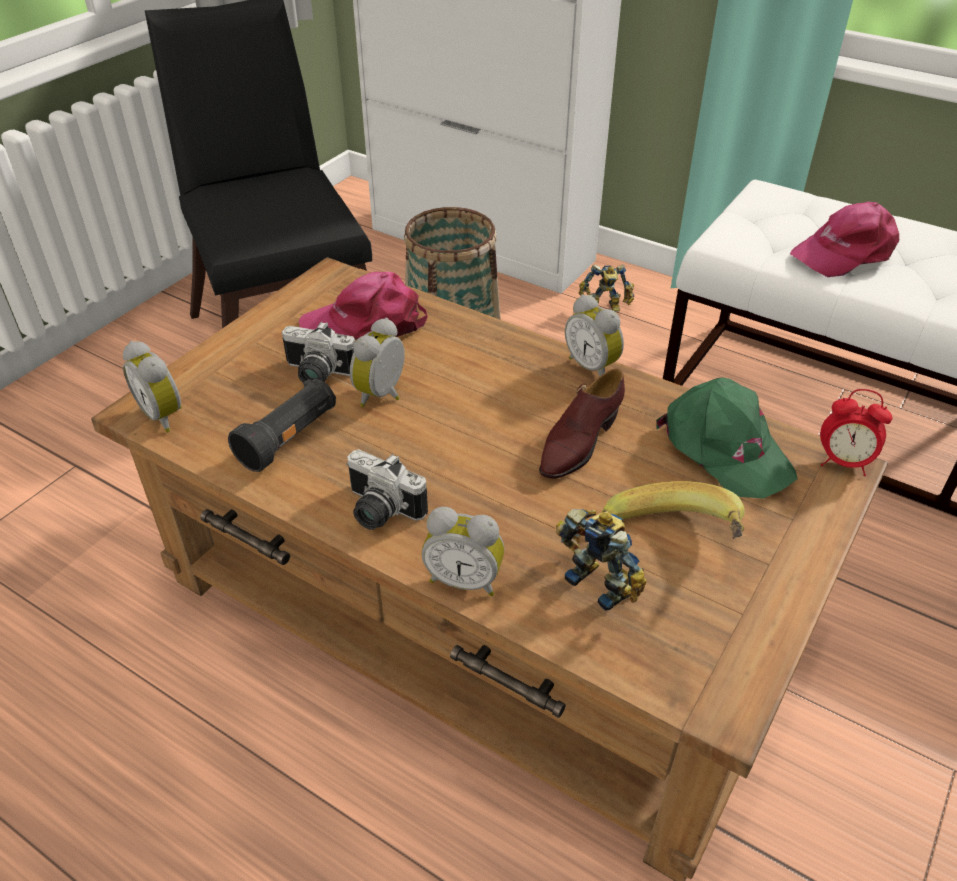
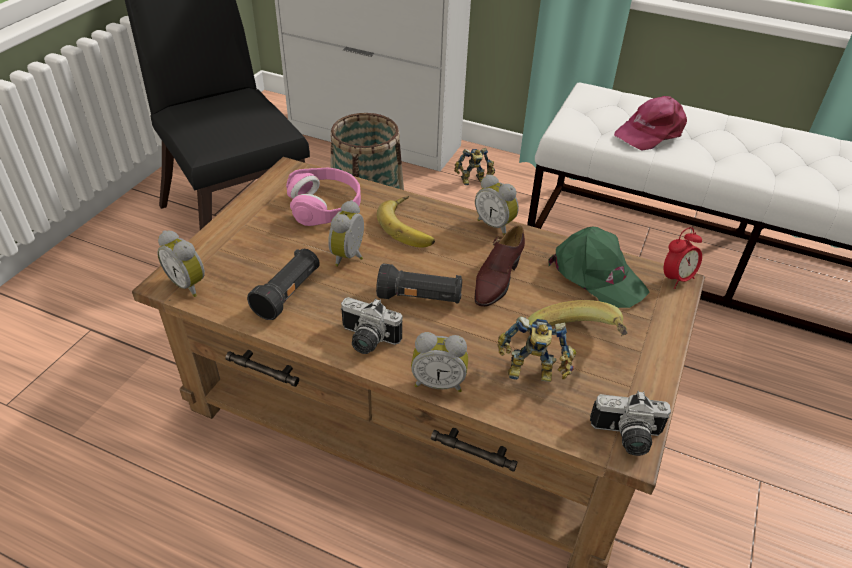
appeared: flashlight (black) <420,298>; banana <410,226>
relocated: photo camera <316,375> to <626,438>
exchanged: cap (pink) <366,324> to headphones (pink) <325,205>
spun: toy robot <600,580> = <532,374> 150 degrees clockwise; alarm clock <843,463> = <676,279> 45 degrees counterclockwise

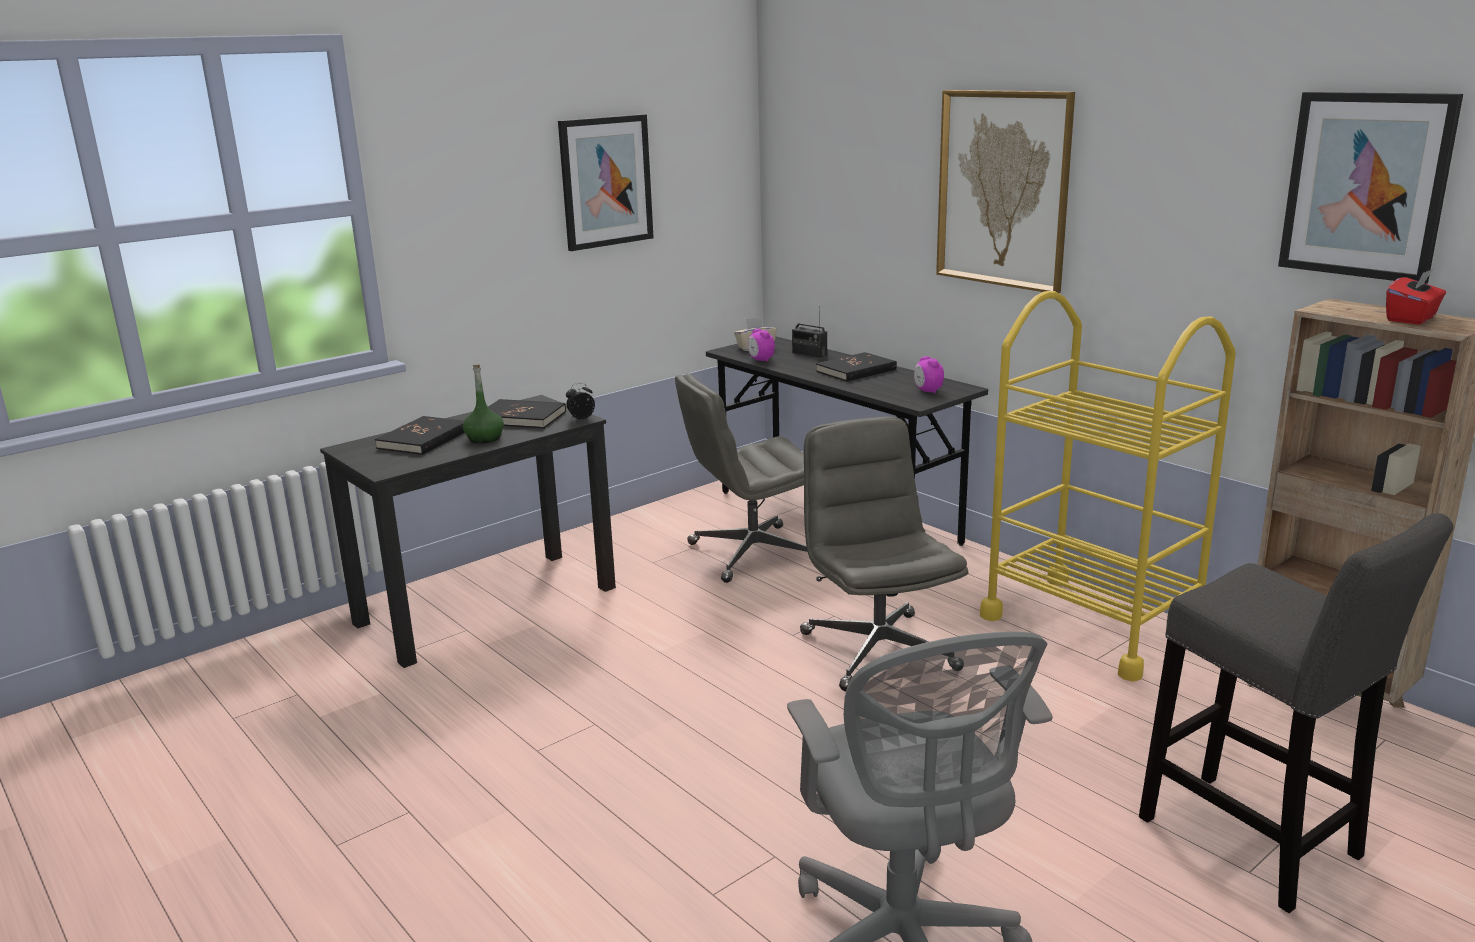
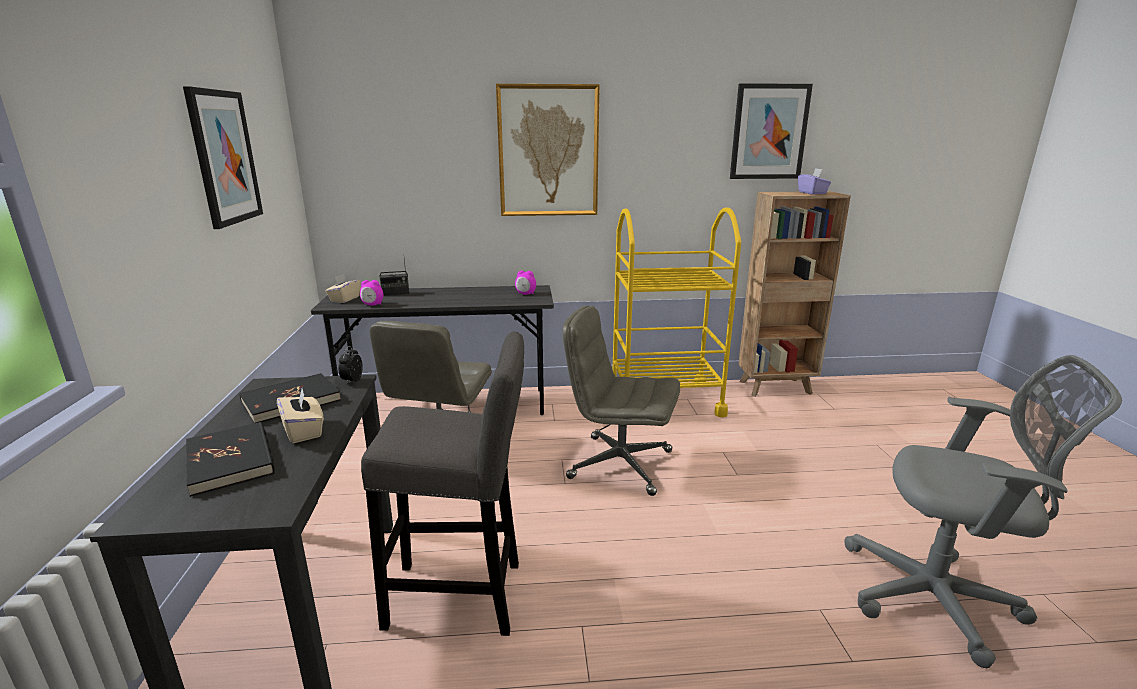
missing: book (black) <856,370>
relocated: stool (grey) <1257,844> to <462,597>
exchanged: bottle (green) <484,438> to tissue box (beige) <304,431>
colour: tissue box (red) <1412,318> to tissue box (purple) <812,193>

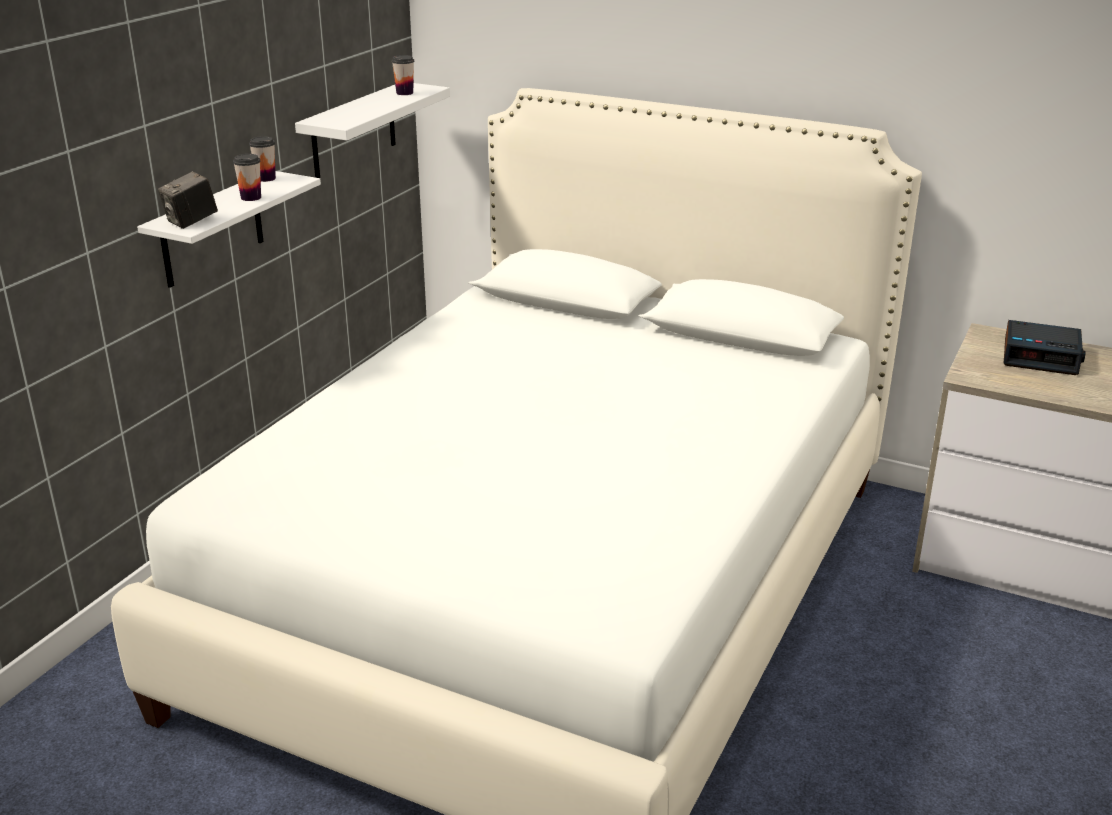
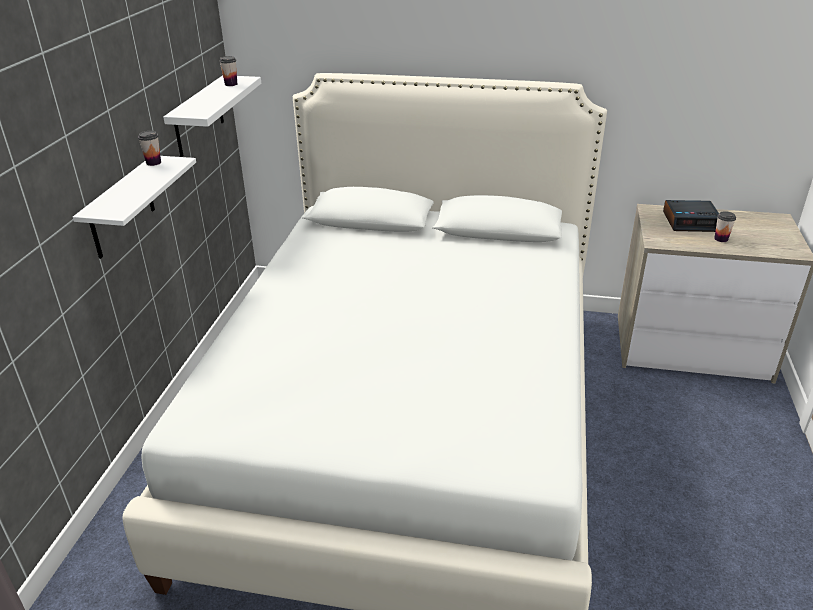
missing: photo camera <191,222>
relocated: cup <251,197> to <721,239>

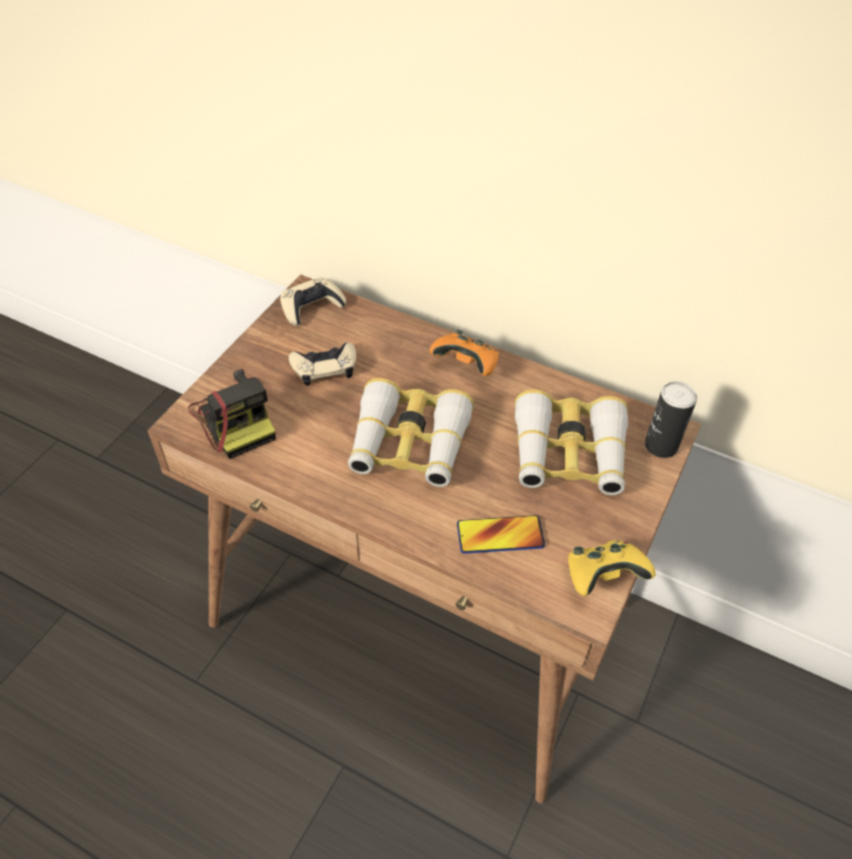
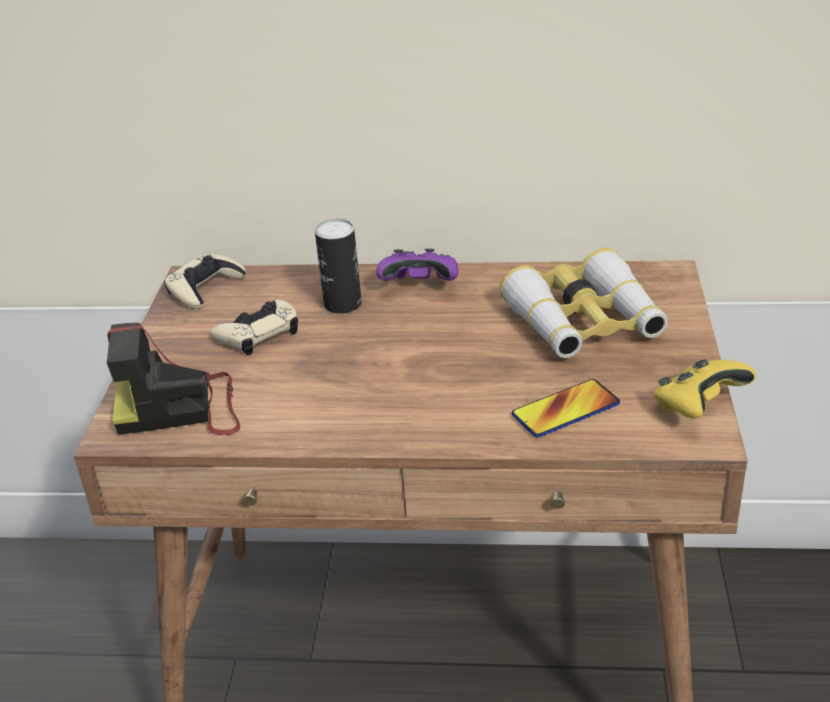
missing: binoculars <409,445>
relocated: can <661,445> to <342,304>
colour: game controller (orange) <467,365> to game controller (purple) <420,285>
spun: photo camera <235,418> = <182,409> 135 degrees clockwise

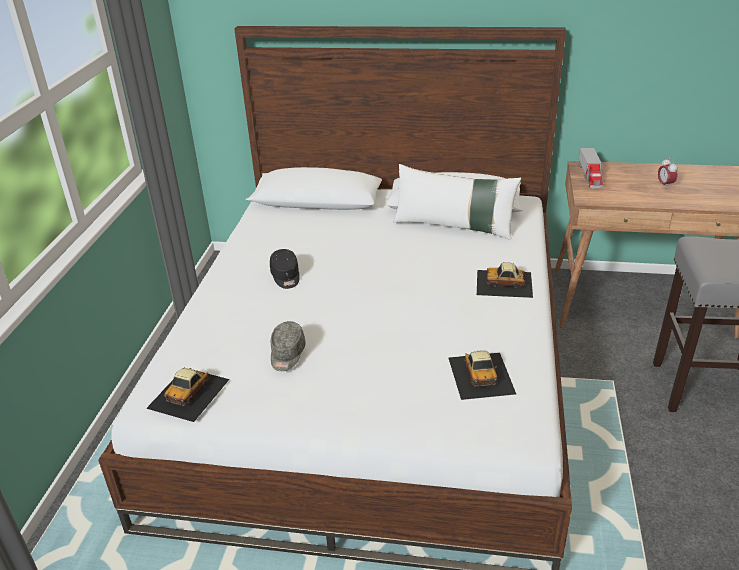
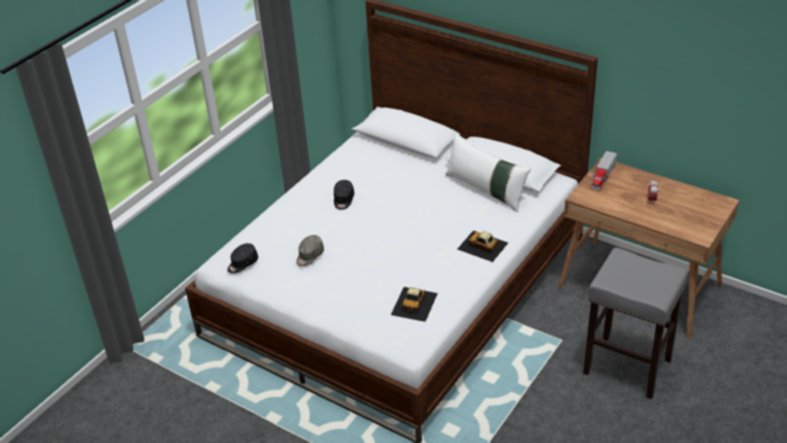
exchanged: toy car <189,393> to cap (black) <242,264>

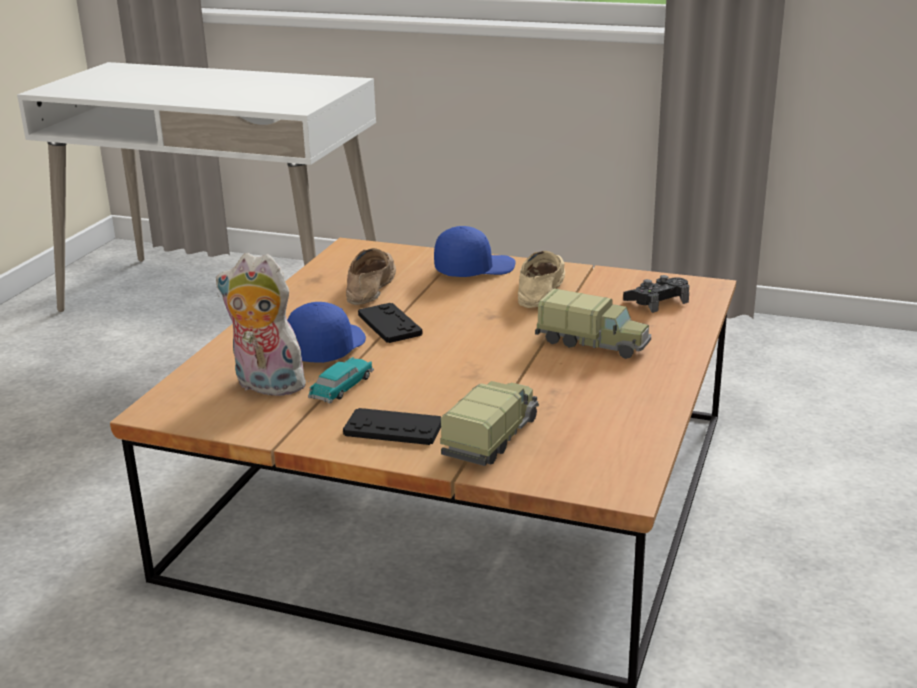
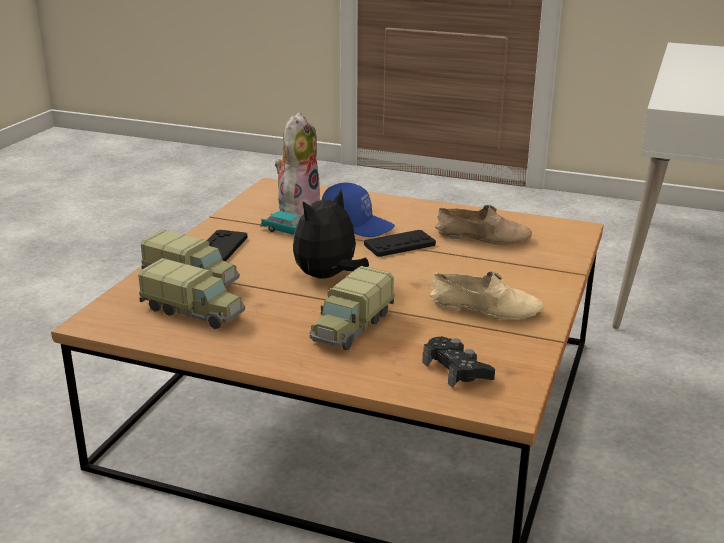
missing: cap (blue) <474,269>
appeared: toy truck <194,312>; plush toy <327,277>

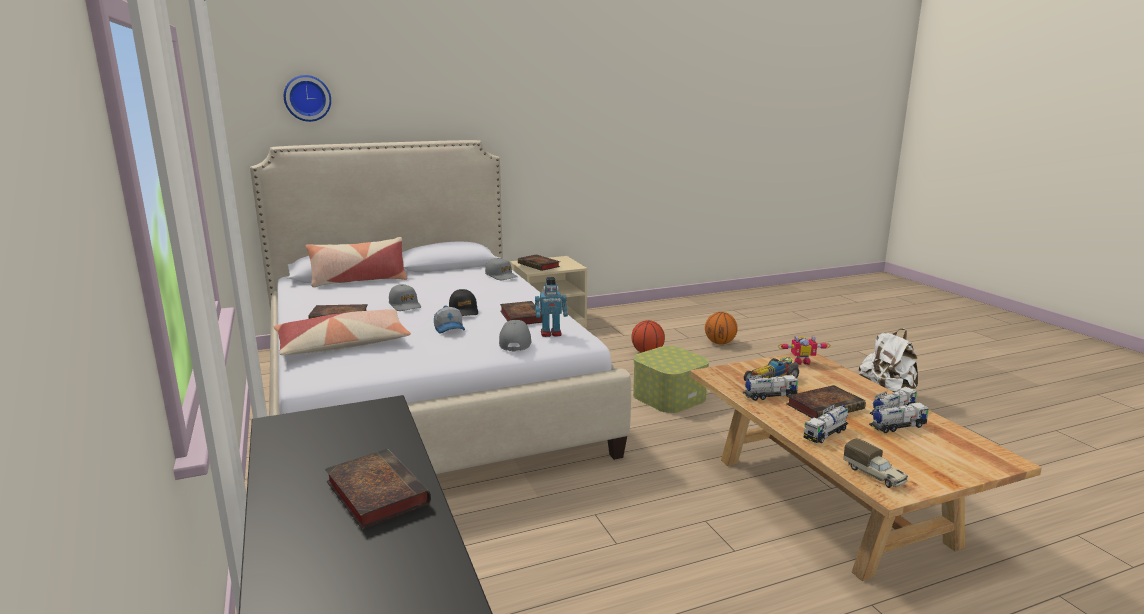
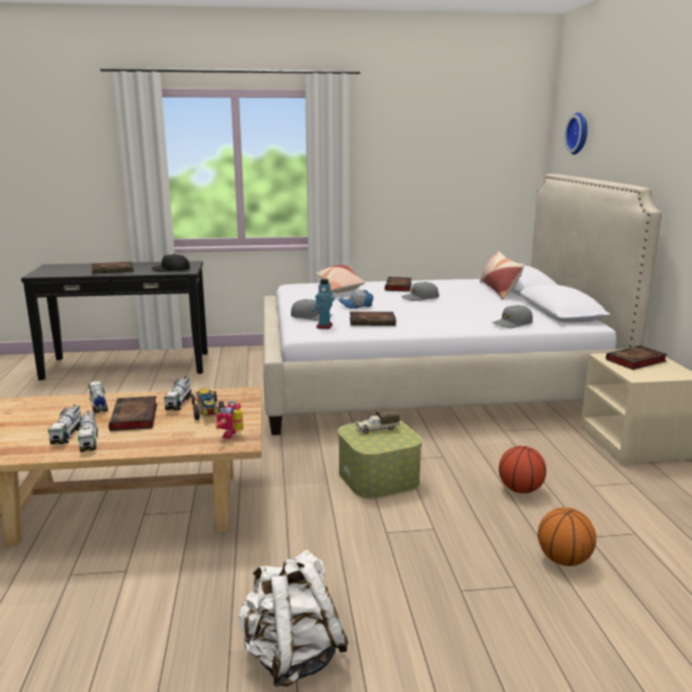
relocated: cap (black) <463,311> to <171,270>; toy truck <874,475> to <376,429>

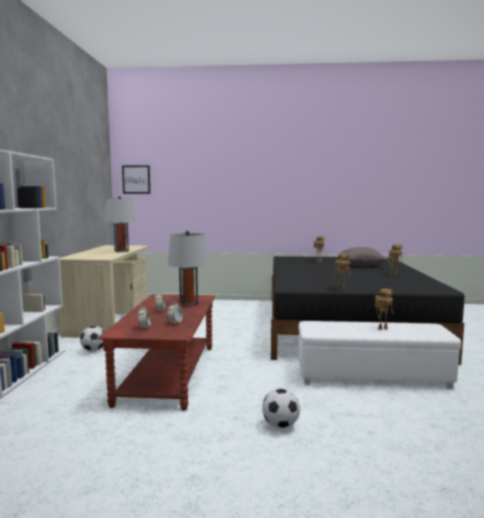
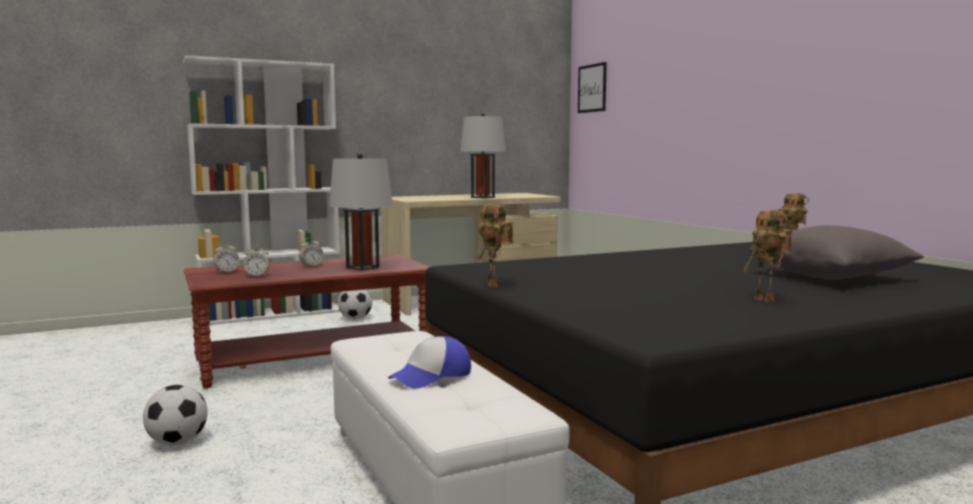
exchanged: toy robot <382,328> to cap <431,376>

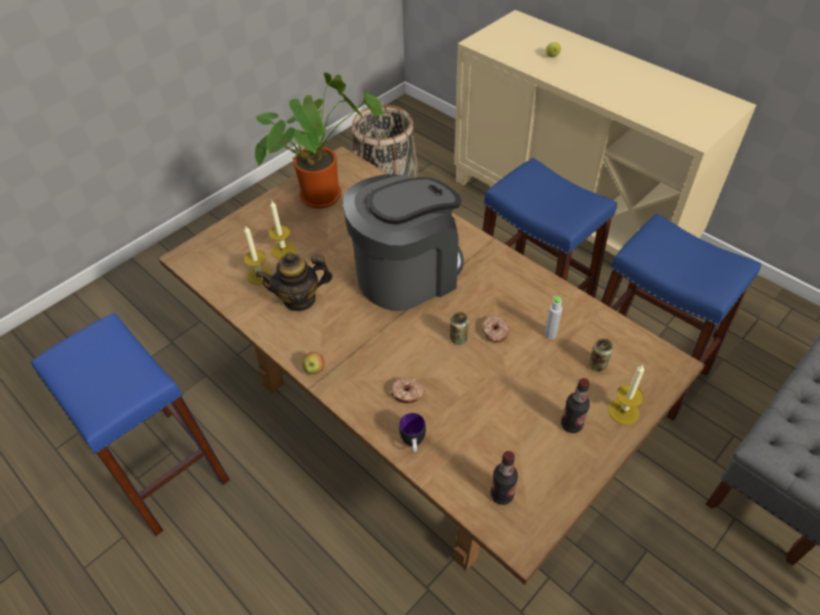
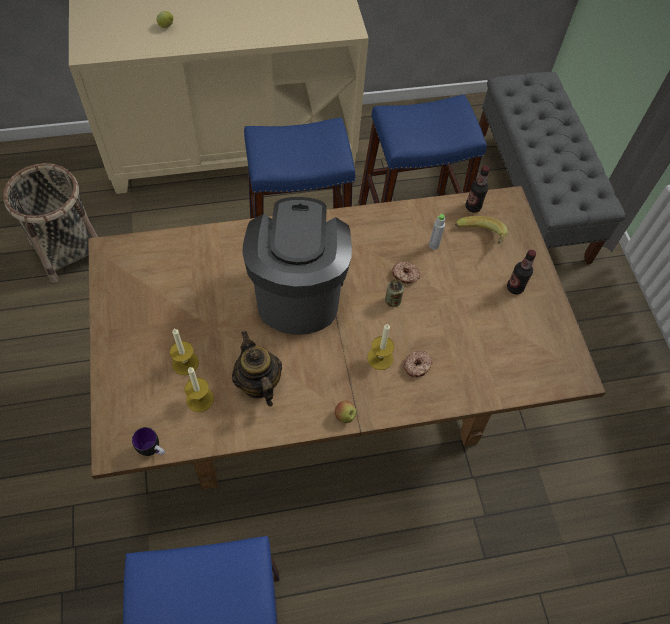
missing: potted plant <323,193>
relocated: mug <413,444> to <153,450>; bottle <502,494> to <473,207>; candle <623,411> to <380,358>
exchanged: can <597,365> to banana <480,239>
spun: teapot <300,299> = <258,383> 135 degrees clockwise

